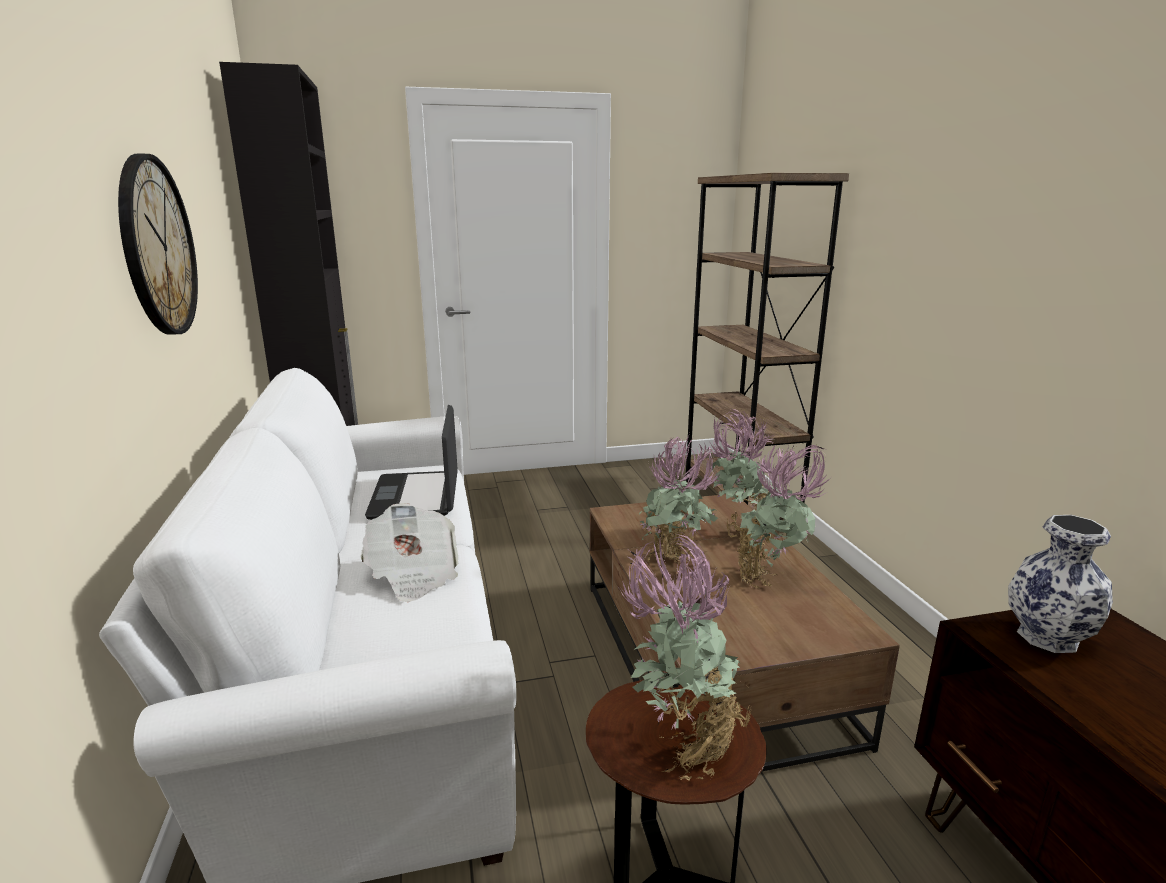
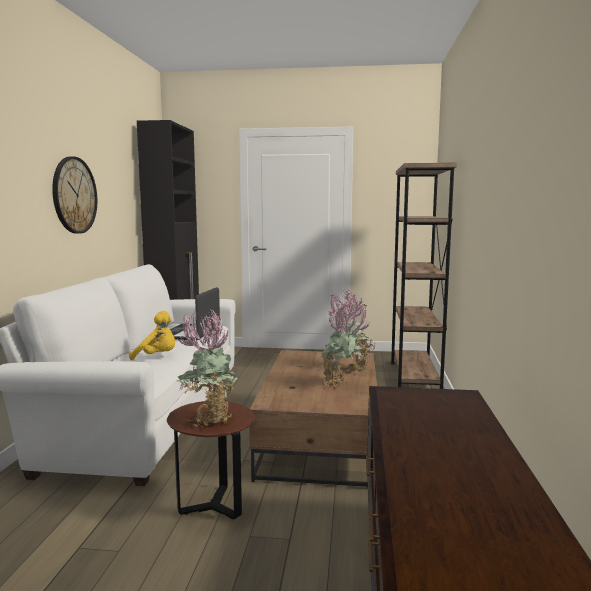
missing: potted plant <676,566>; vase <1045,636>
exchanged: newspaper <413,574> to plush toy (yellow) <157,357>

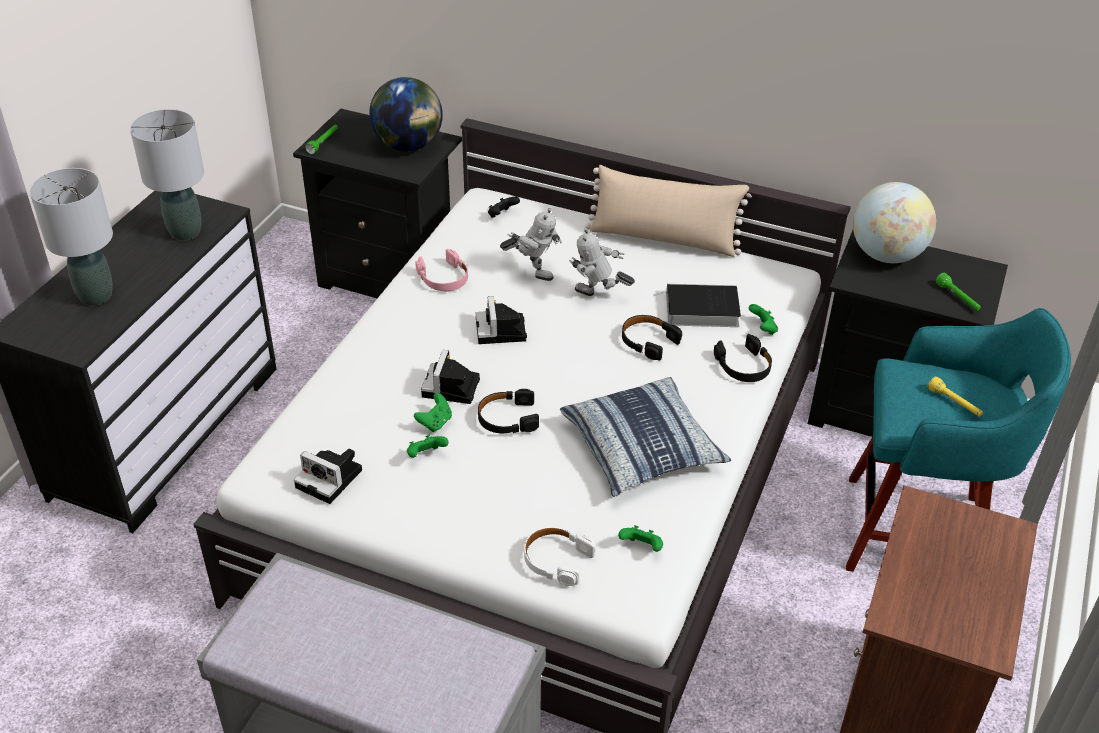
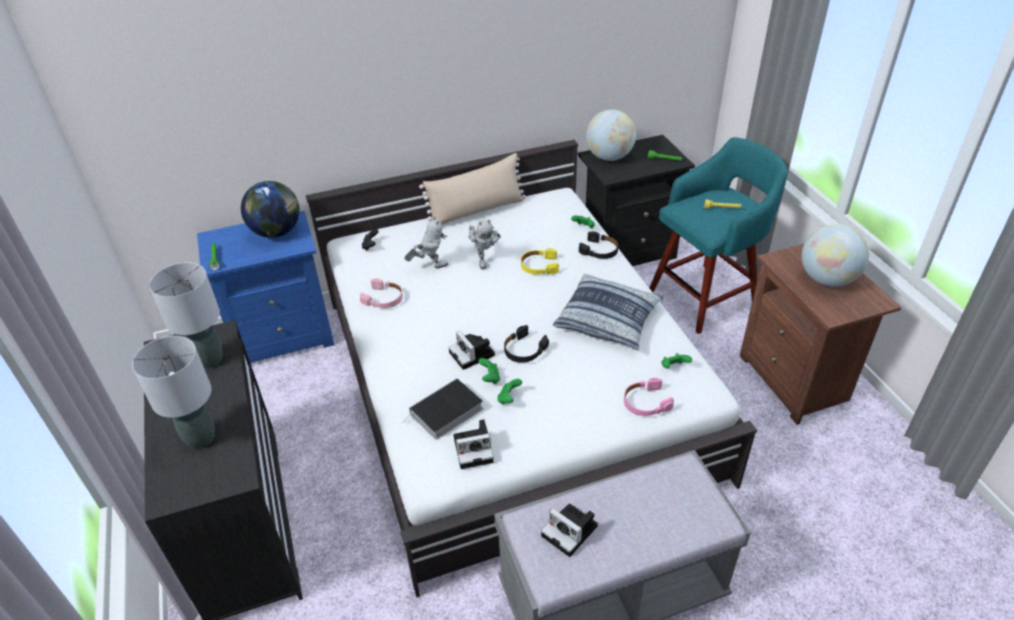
appeared: globe <827,279>
relocated: photo camera <501,332> to <571,531>; book <699,310> to <445,413>
colour: nightstand (black) <391,278> to nightstand (blue) <284,336>; headphones (white) <556,560> to headphones (pink) <645,402>; headphones (black) <648,341> to headphones (yellow) <539,266>
spun: toy robot <598,298> = <484,259> 75 degrees counterclockwise

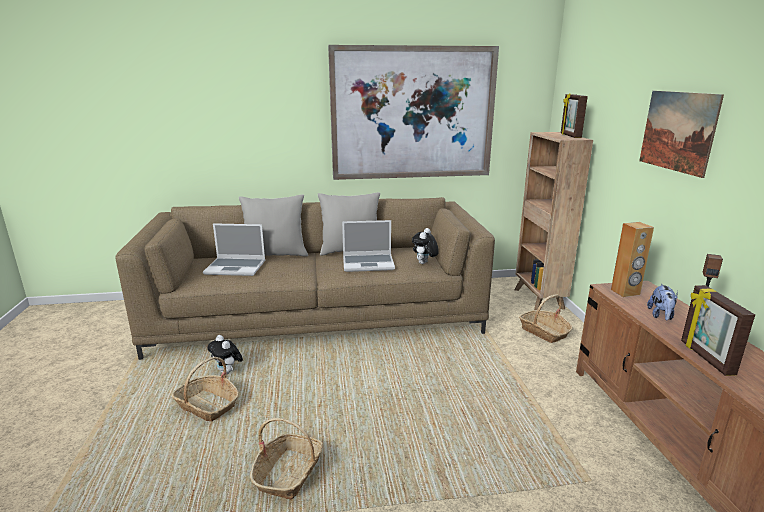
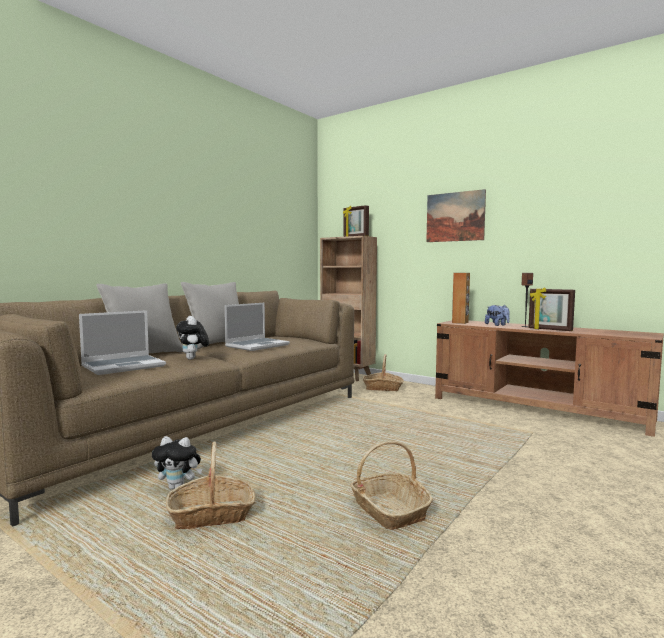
missing: picture <412,113>
relocated: plush toy <424,263> to <193,359>

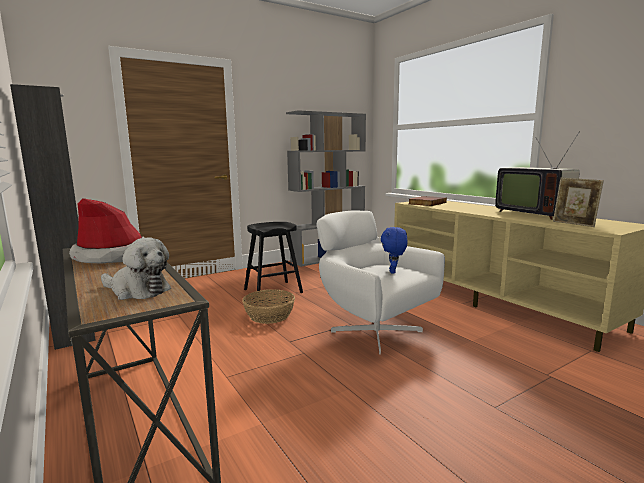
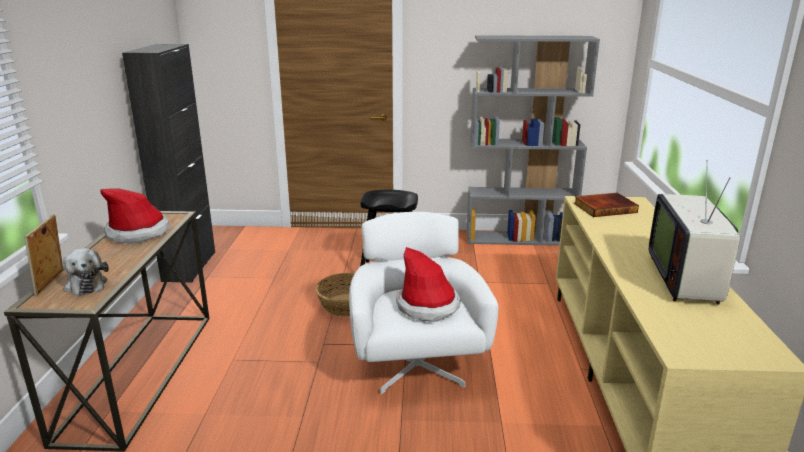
relocated: picture frame <574,224> to <51,283>
exchanged: plush toy (blue) <393,271> to hat <428,306>

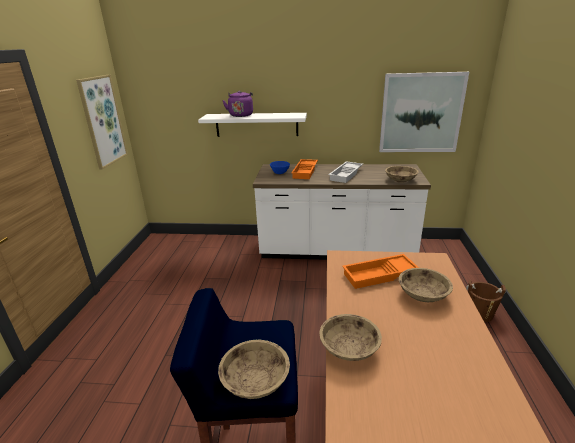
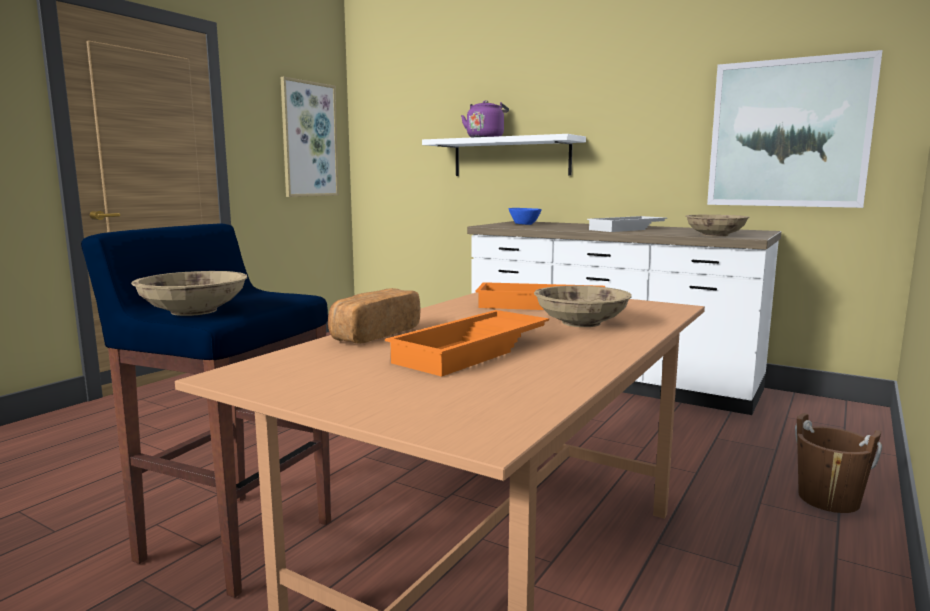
relocated: tray (orange) <305,172> to <473,351>
exchanged: bowl (beige) <349,348> to bread <374,334>

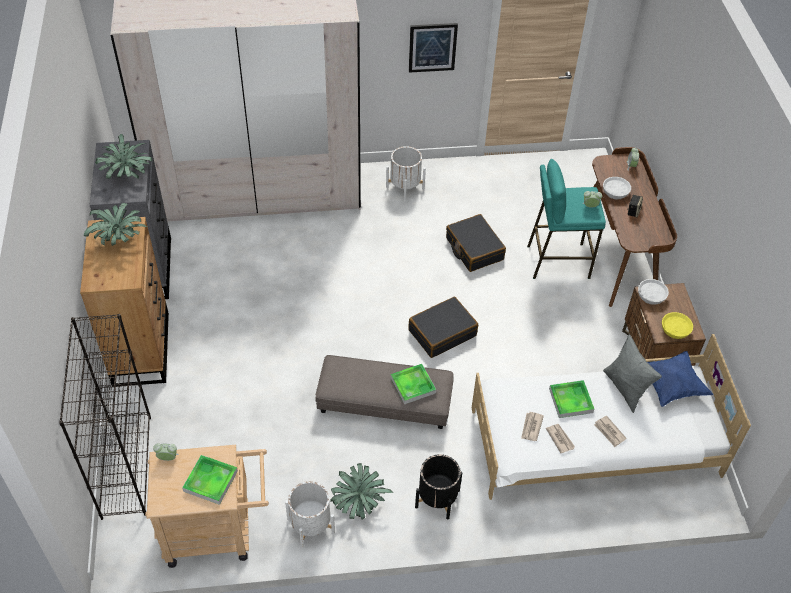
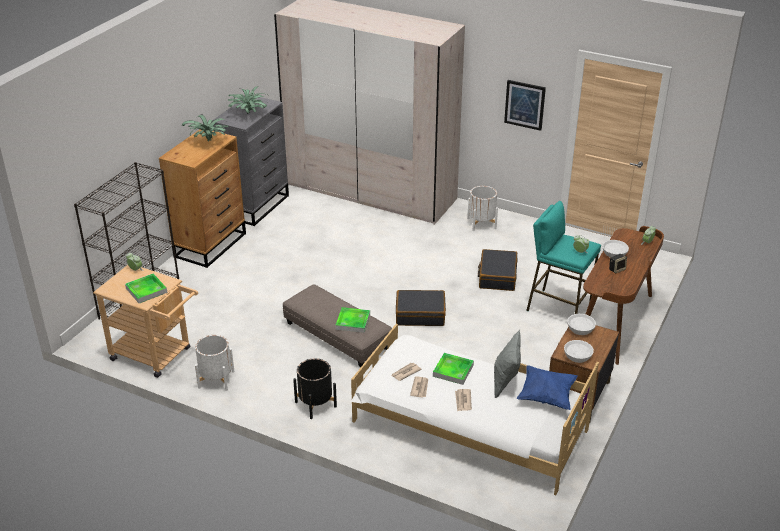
missing: potted plant <359,502>
colour: bowl (yellow) <674,330> to bowl (white) <577,356>

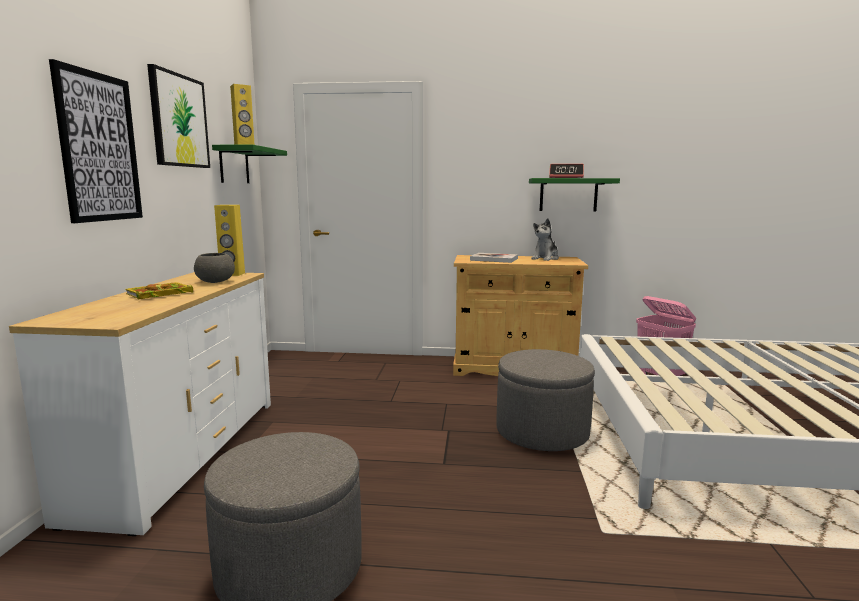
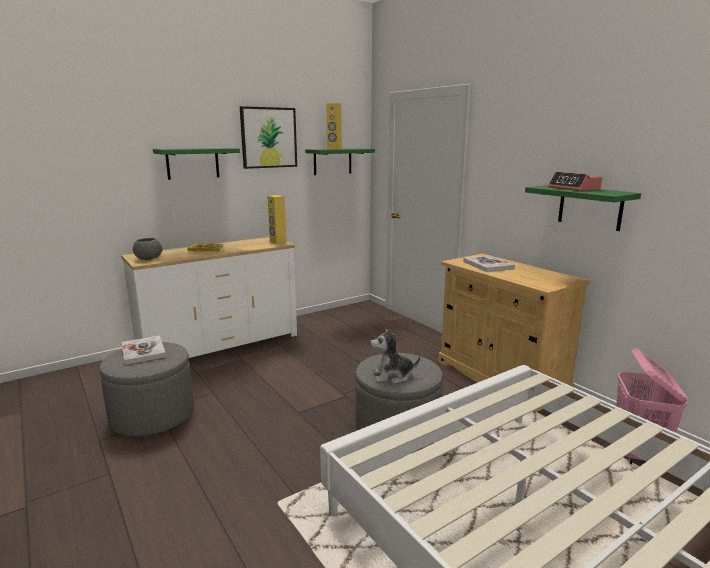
appeared: book <143,351>
relocated: bowl (grey) <214,282> to <148,259>; plush toy <545,258> to <392,376>
exchanged: picture <99,147> to shelf (green) <192,163>

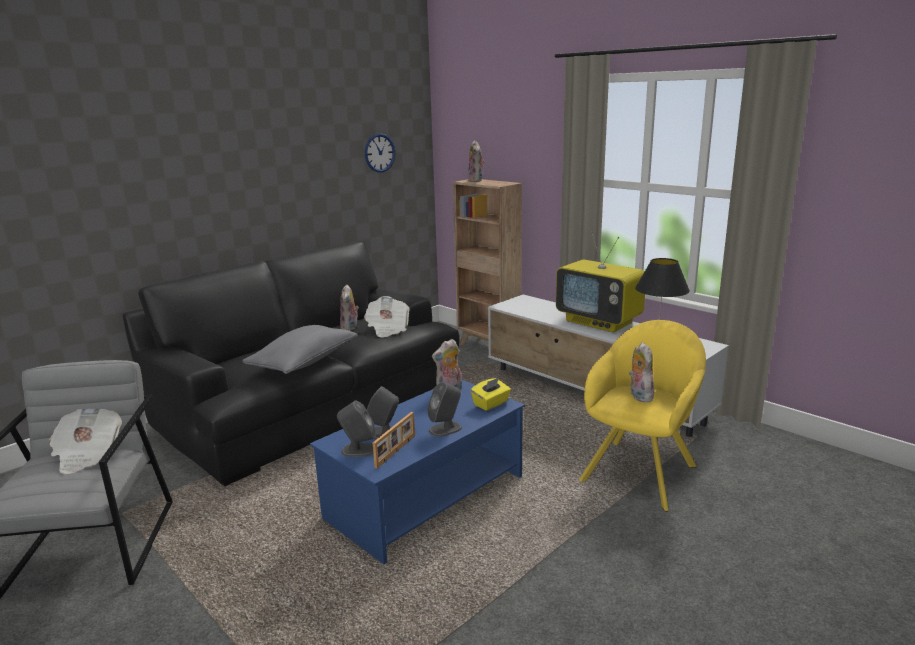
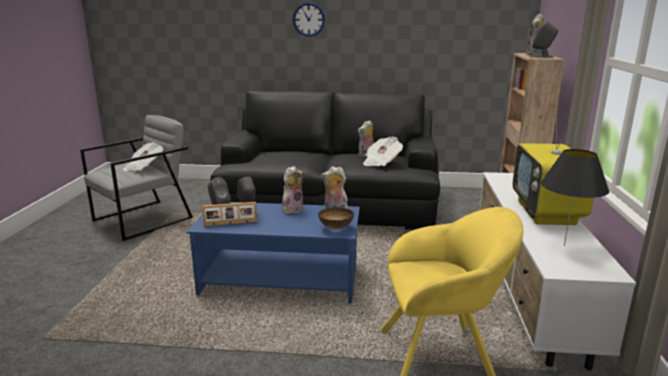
missing: pillow (grey) <304,362>
relocated: wall clock <379,153> to <308,19>; speaker (grey) <445,429> to <542,56>; plush toy <639,396> to <292,209>
exchanged: tissue box (yellow) <491,404> to bowl <336,228>

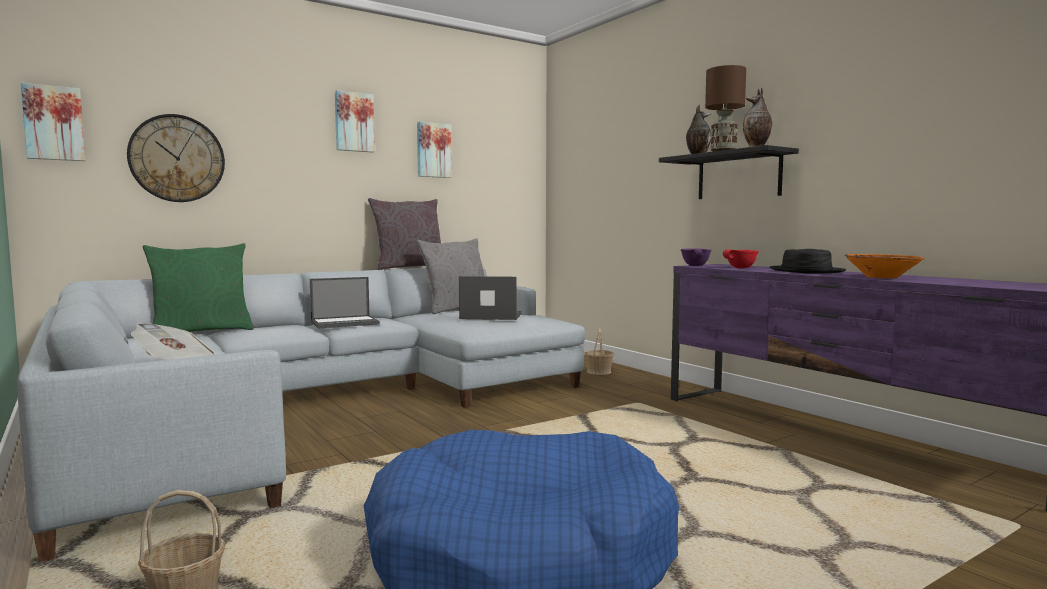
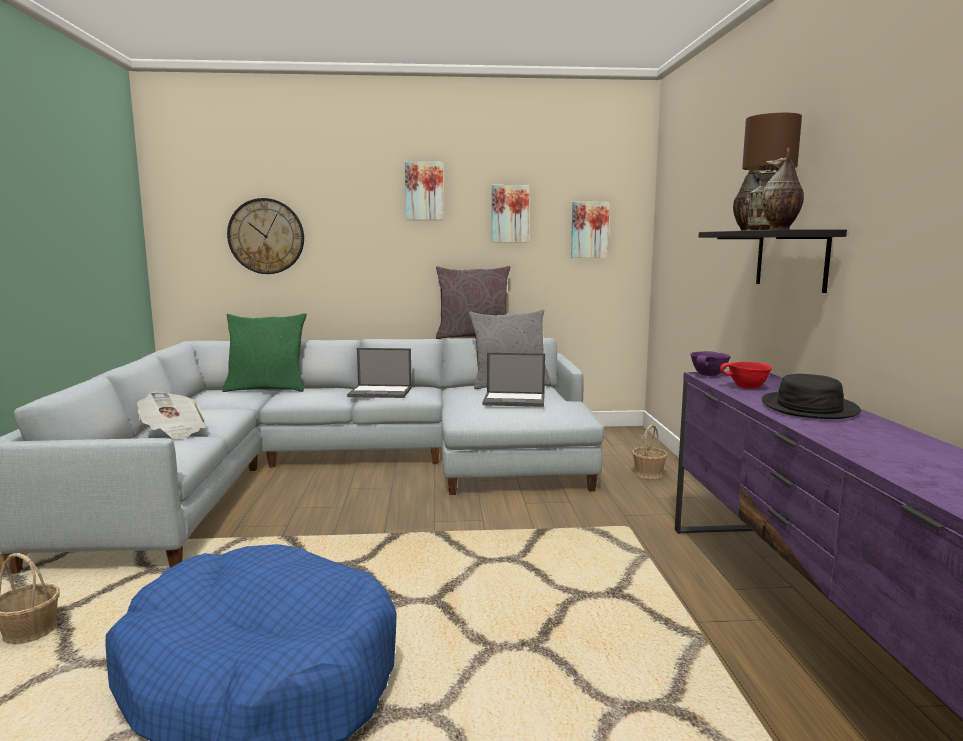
missing: bowl (orange) <881,277>
relocated: picture <54,123> to <589,230>
spun: laptop <490,316> = <515,400> 150 degrees clockwise

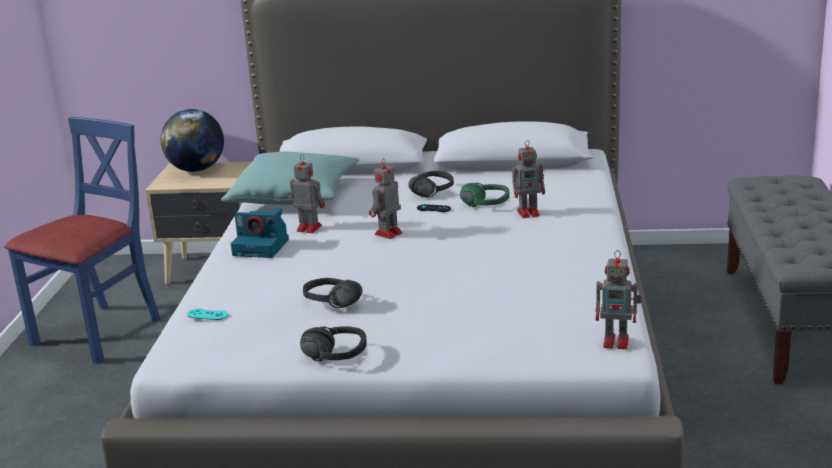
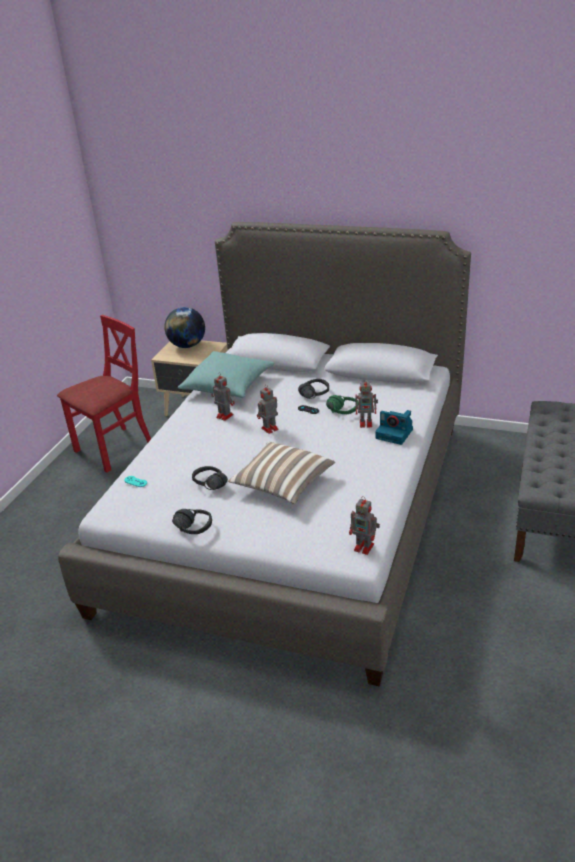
appeared: pillow <282,485>
relocated: photo camera <262,247> to <395,434>
colour: chair (blue) <98,333> to chair (red) <114,448>

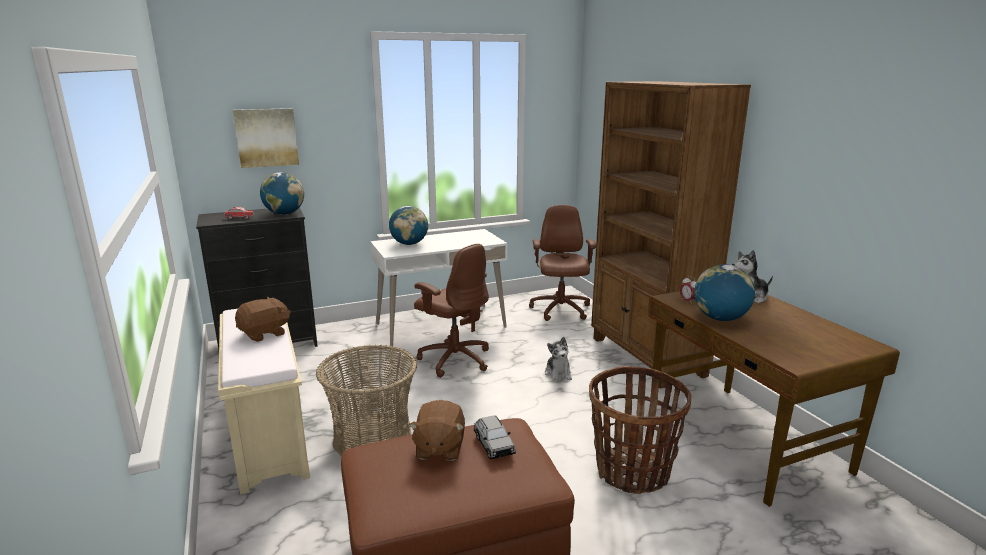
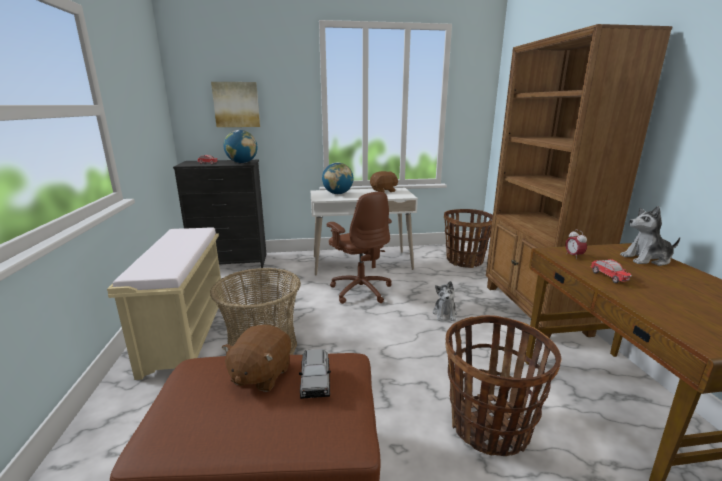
relocated: plush toy (brown) <264,334> to <384,191>
exchanged: office chair (brown) <560,310> to basket <464,261>; globe <720,318> to toy car <608,277>

